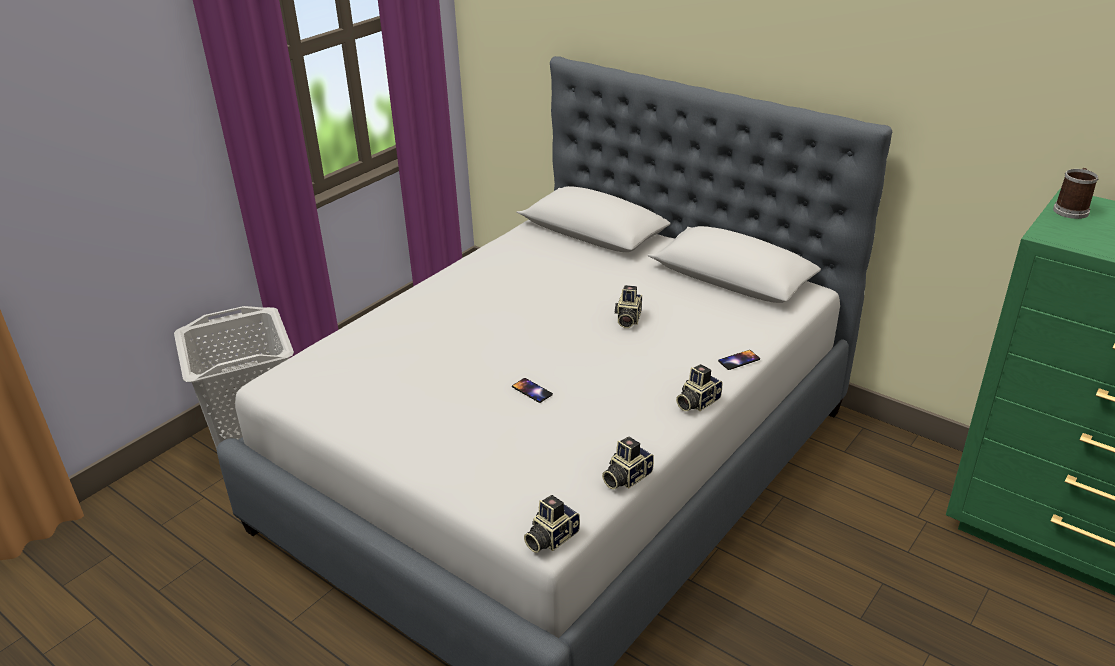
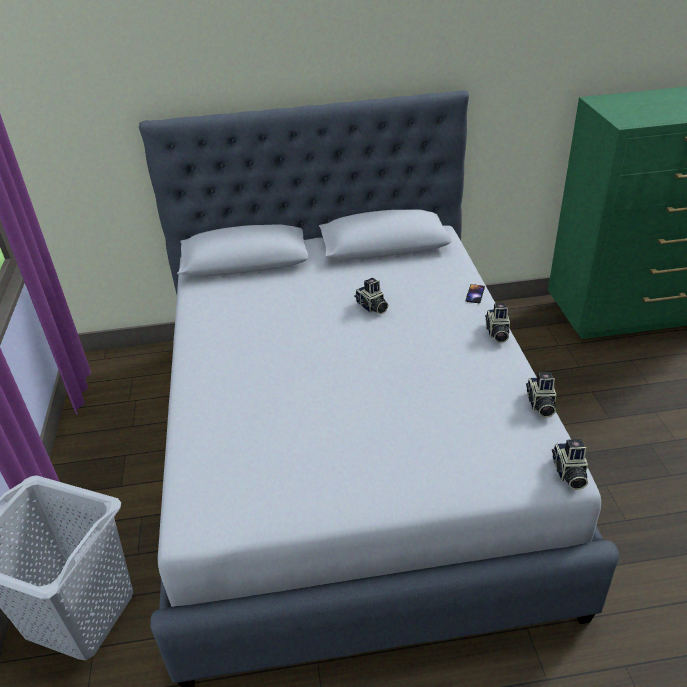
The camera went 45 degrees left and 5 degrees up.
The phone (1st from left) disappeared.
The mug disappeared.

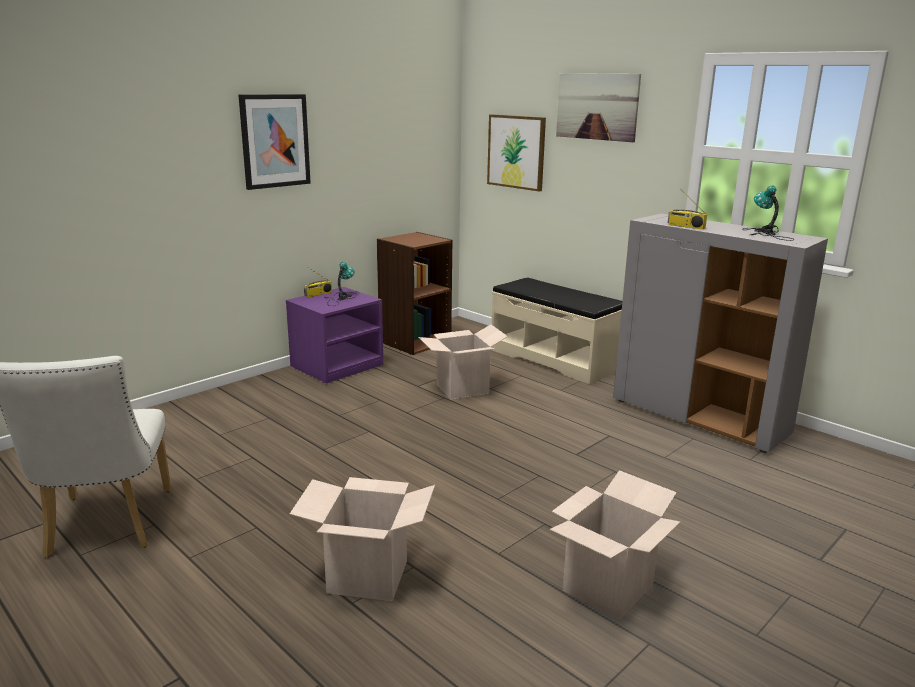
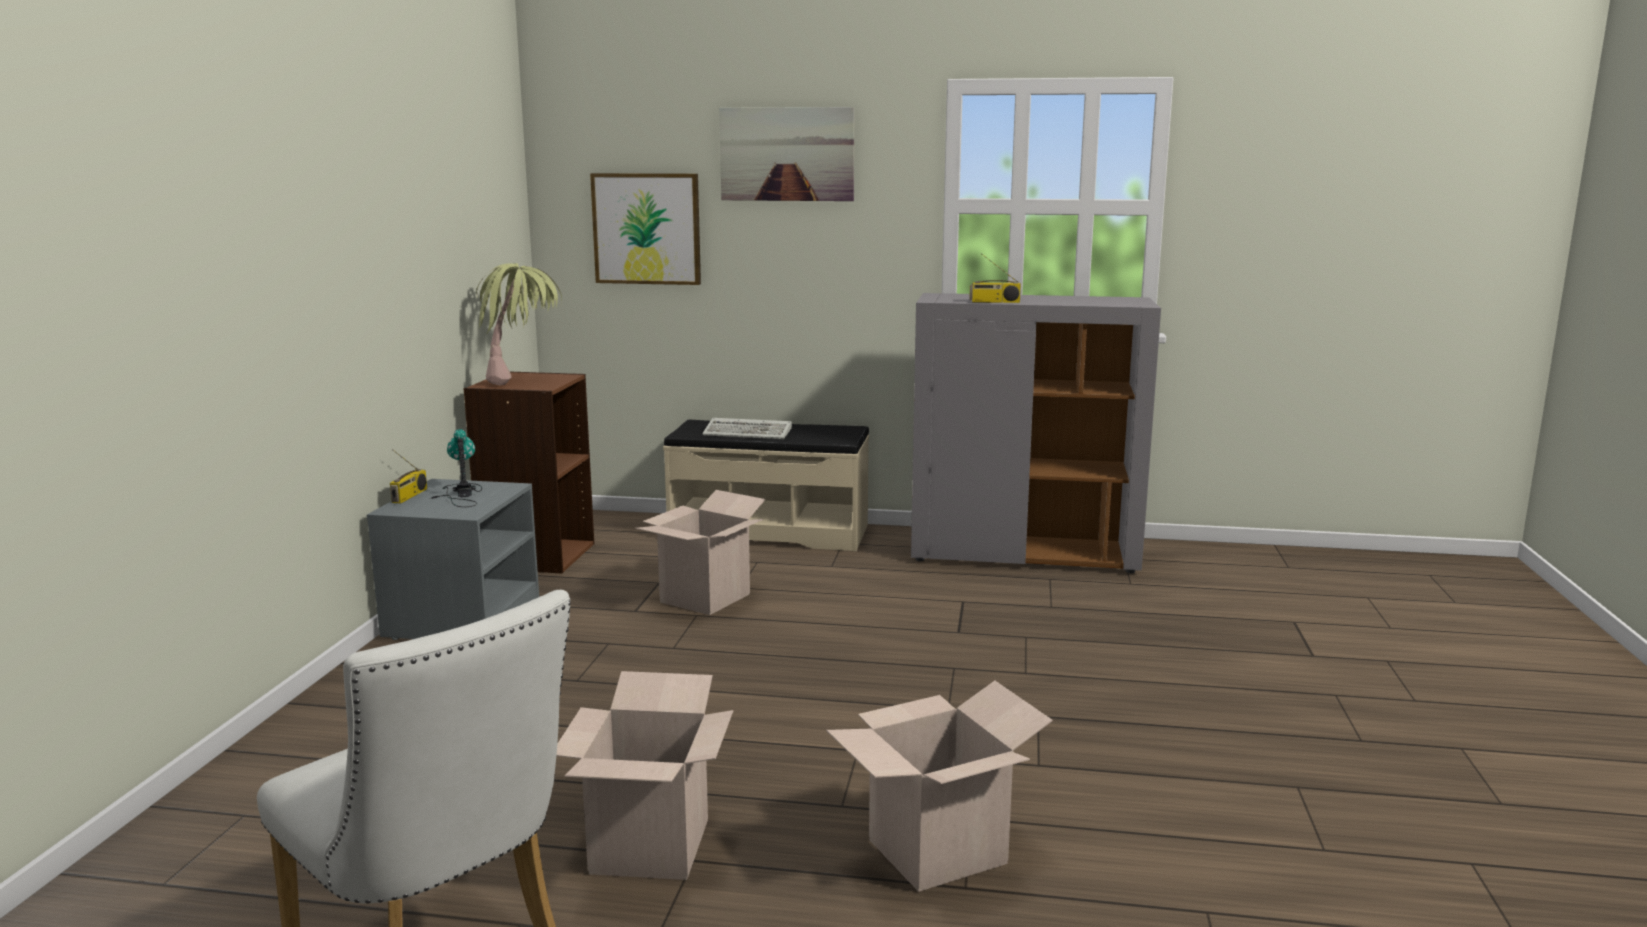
The camera went 35 degrees left and 5 degrees down.
The picture (1st from left) disappeared.
The nightstand in purple became the nightstand in grey.
The cardboard box (3rd from left in the first image) moved.
The table lamp (2nd from left) disappeared.
The potted plant appeared.
The keyboard appeared.

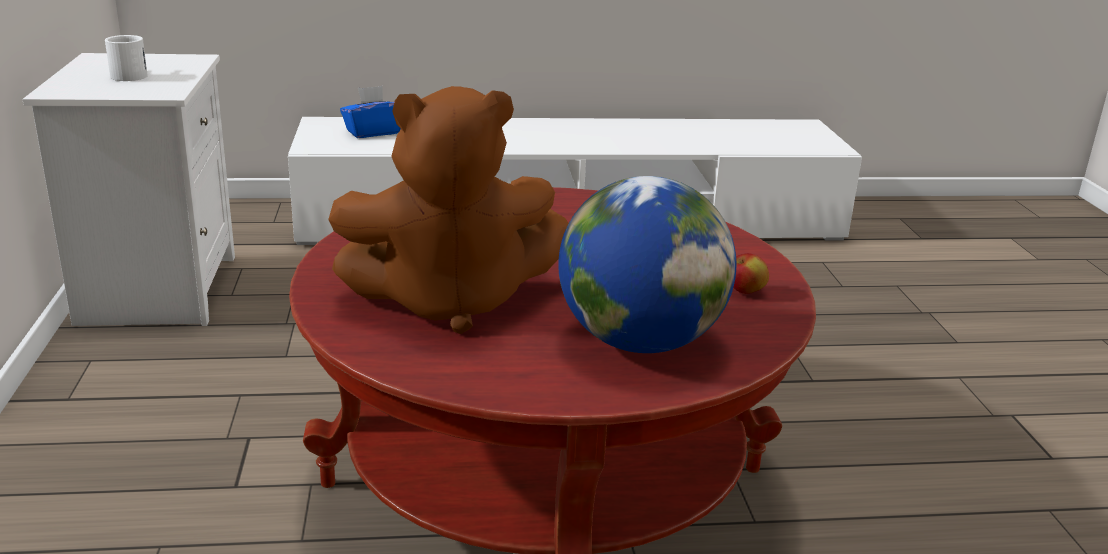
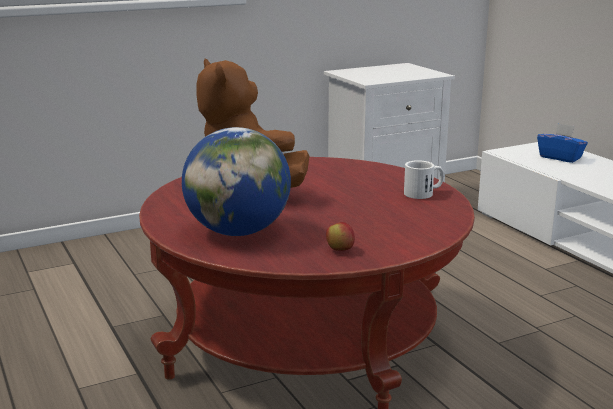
The camera went 70 degrees right and 5 degrees down.
The mug in white moved.

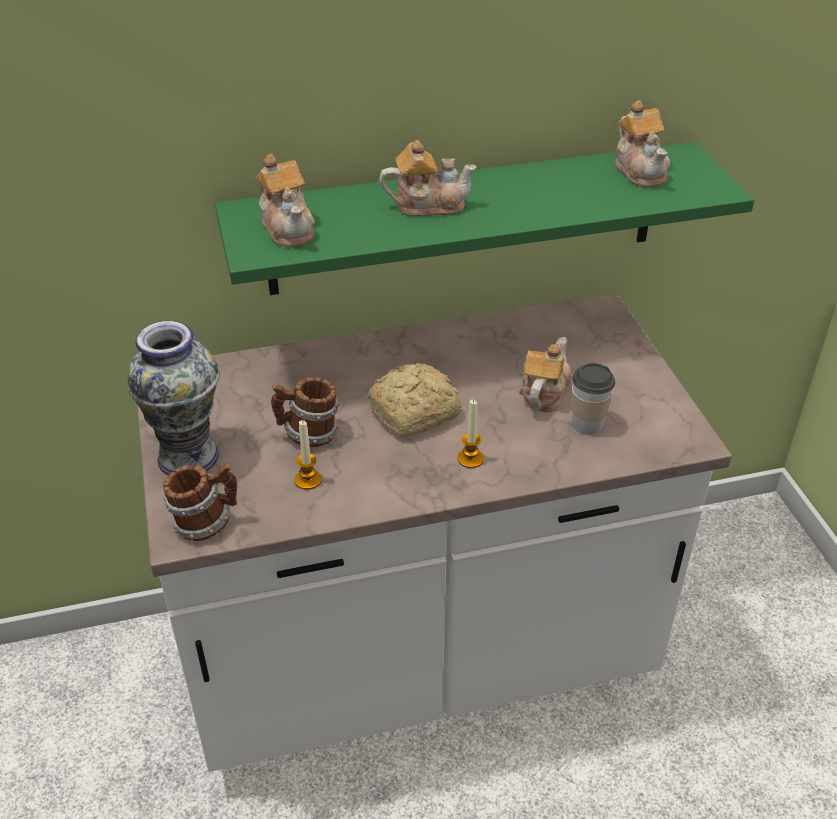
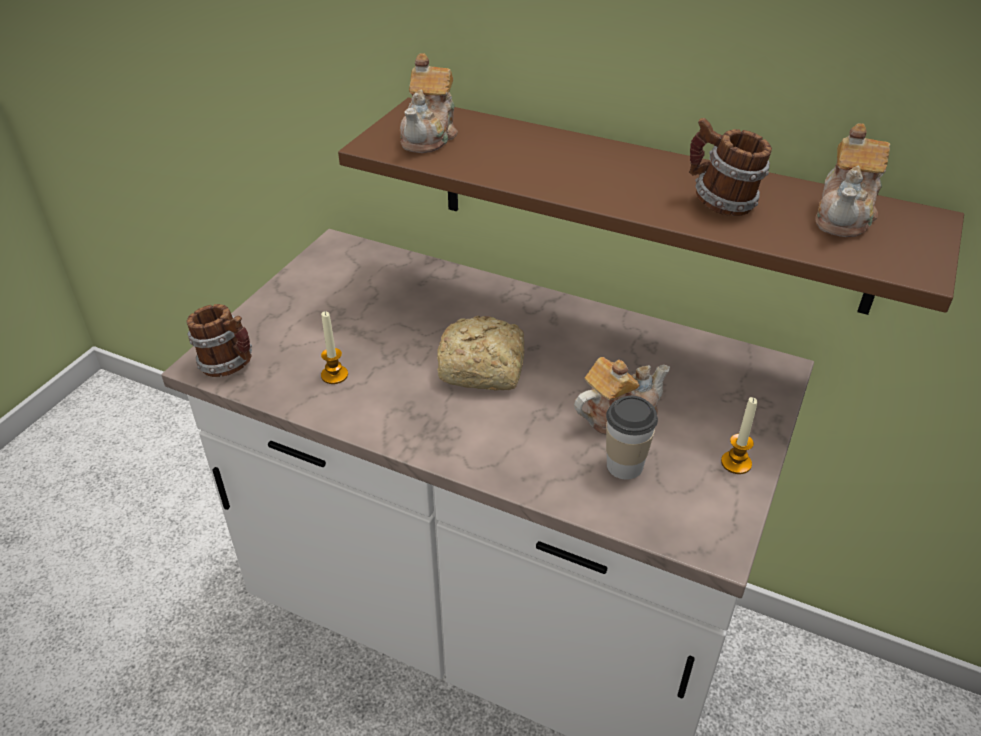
The camera went 40 degrees right and 0 degrees up.
The vase disappeared.
The shelf in green became the shelf in brown.
The mug (2nd from left) moved.
The teapot (2nd from left) disappeared.
The candle (2nd from left) moved.

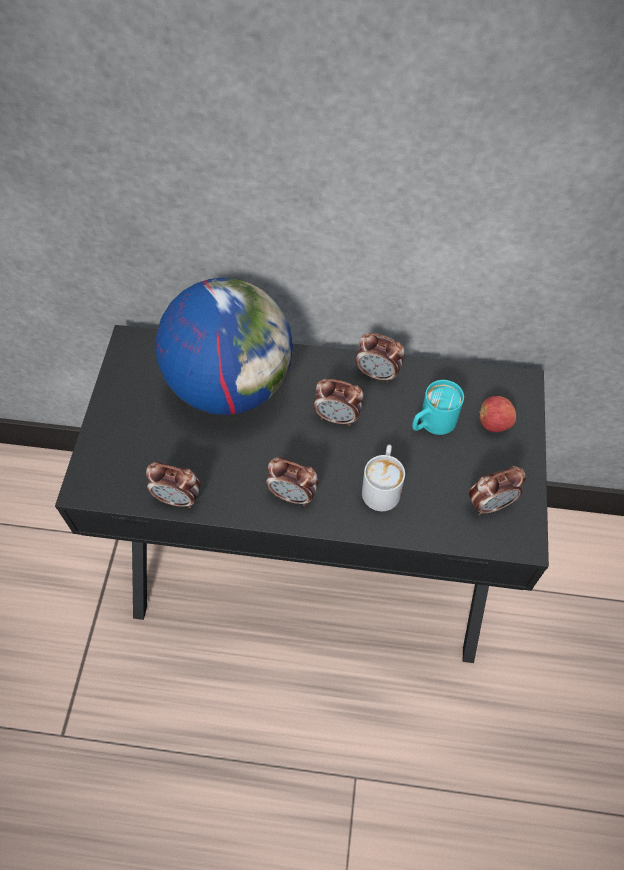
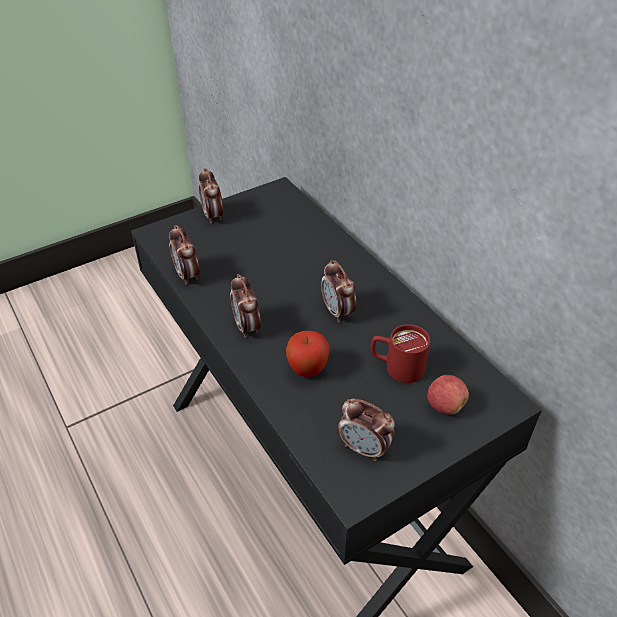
The camera went 50 degrees right and 15 degrees down.
The globe disappeared.
The alarm clock (4th from left in the first image) moved.
The mug in white was replaced by the apple (1st from left).
The mug in turquoise became the mug in red.

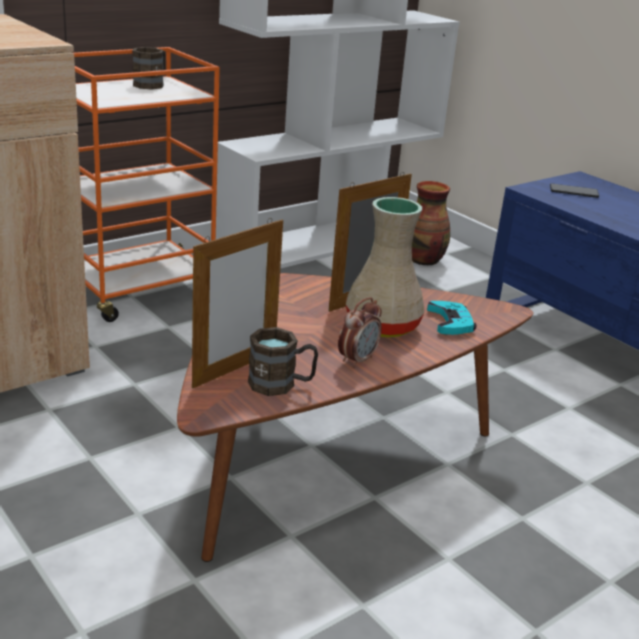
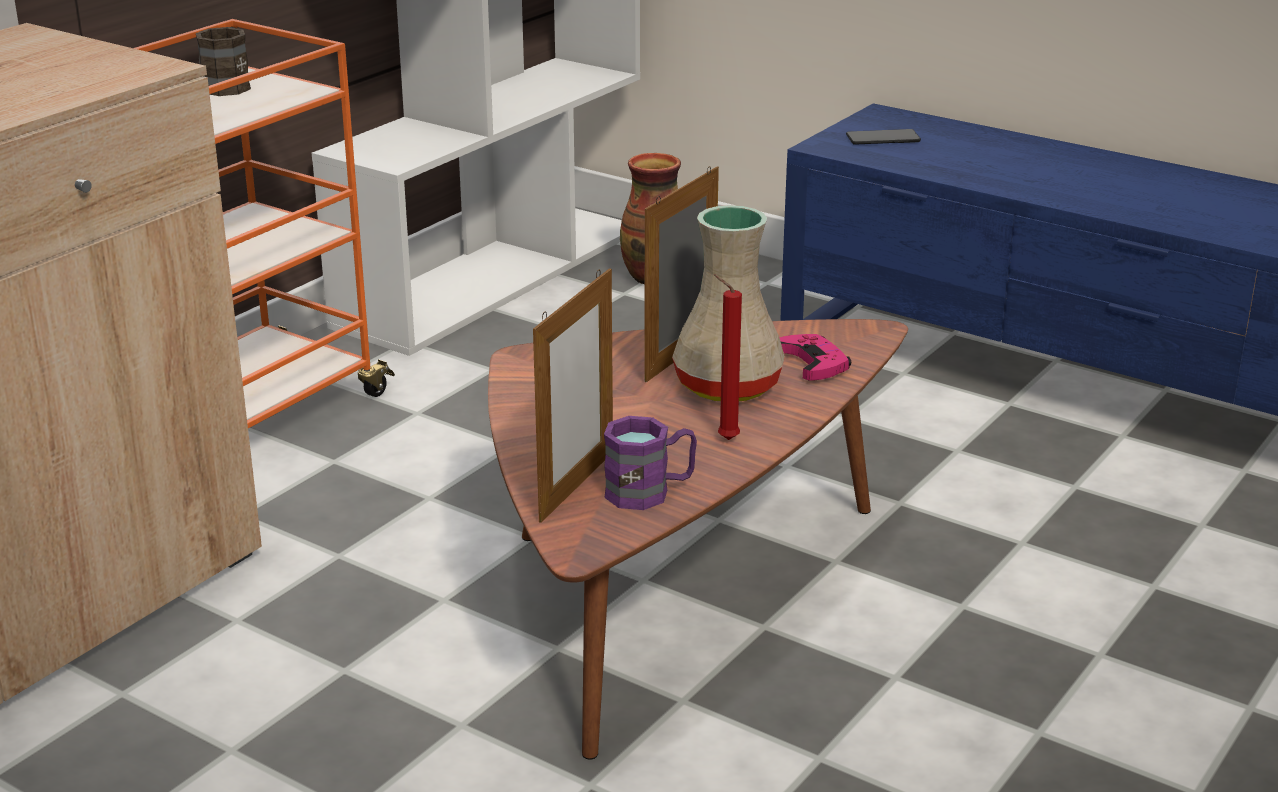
The camera went 15 degrees left and 0 degrees up.
The mug in brown (2nd from left) became the mug in purple.
The alarm clock was replaced by the candle in red.
The game controller in turquoise became the game controller in pink.

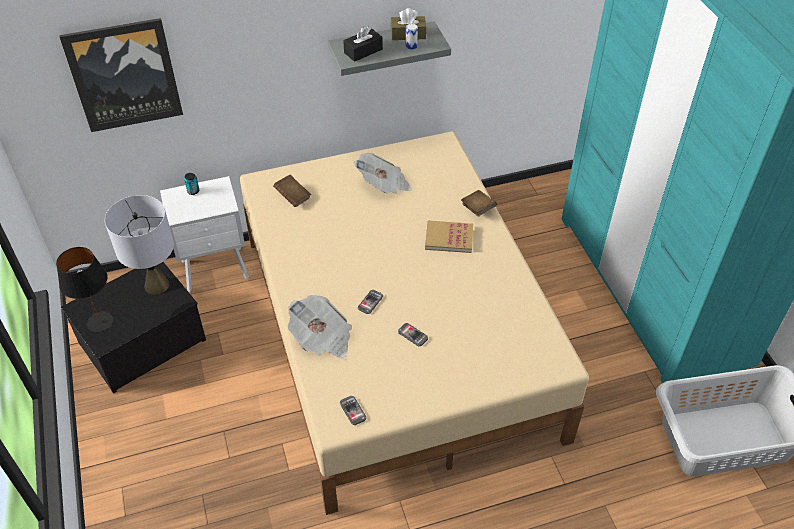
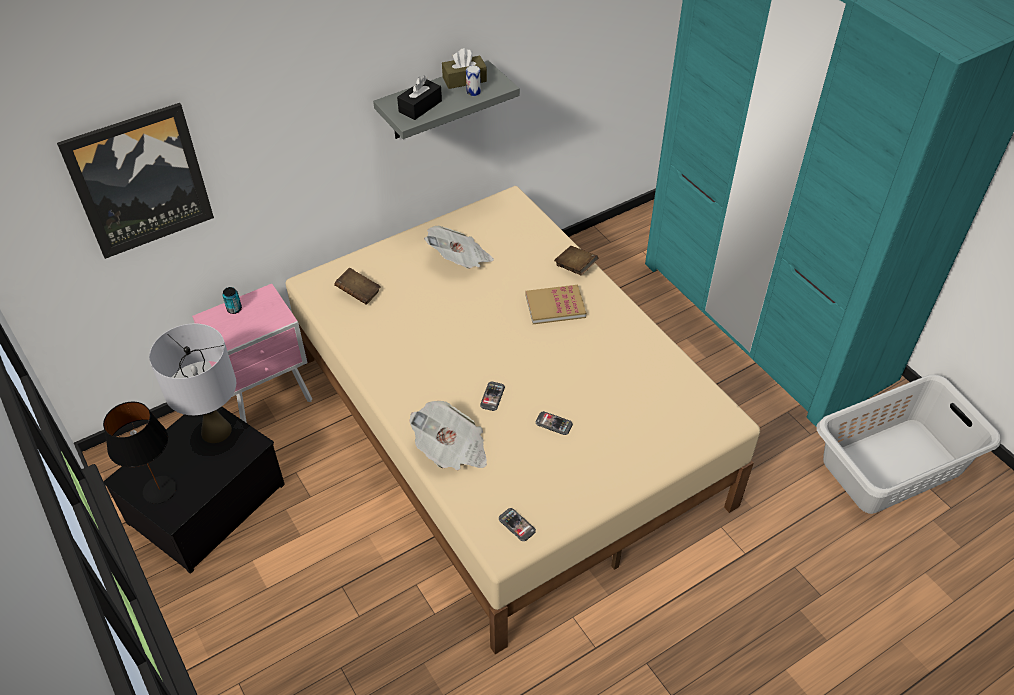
The camera went 15 degrees left and 0 degrees up.
The nightstand in white became the nightstand in pink.

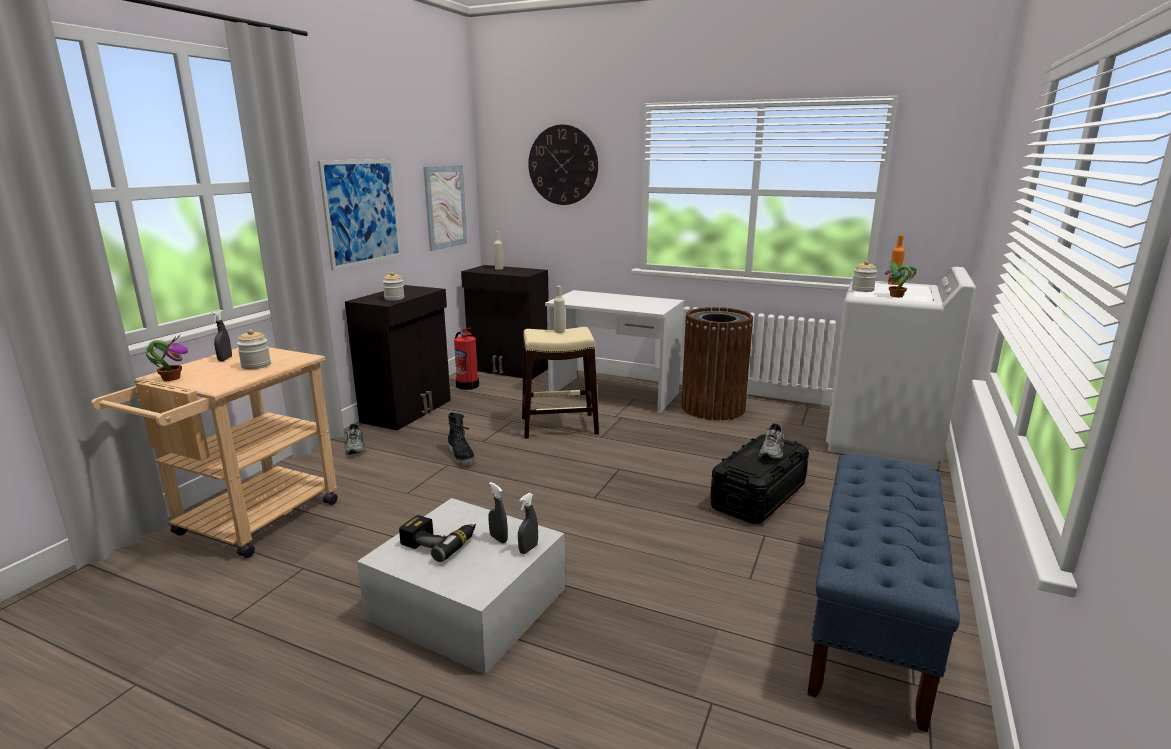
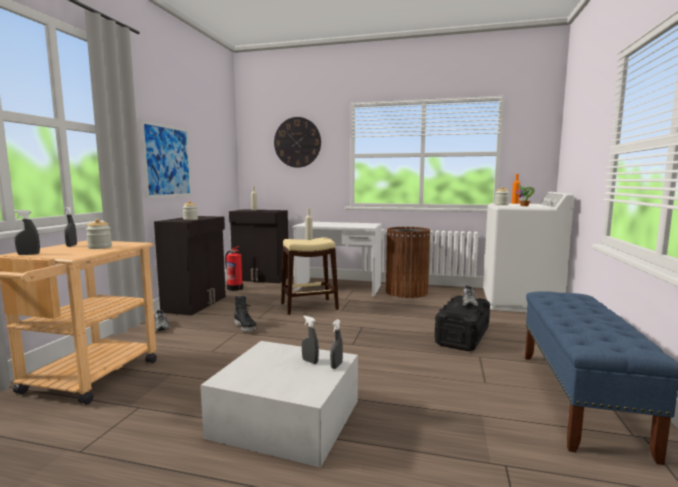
The camera went 10 degrees left and 10 degrees down.
The potted plant (1st from left) was replaced by the spray bottle in grey (1st from left).
The power drill disappeared.
The picture (2nd from left) disappeared.

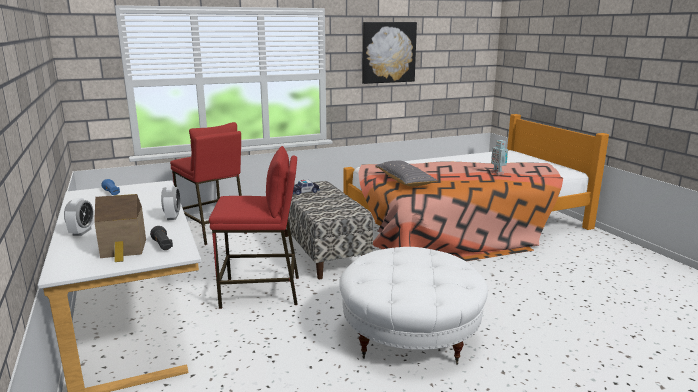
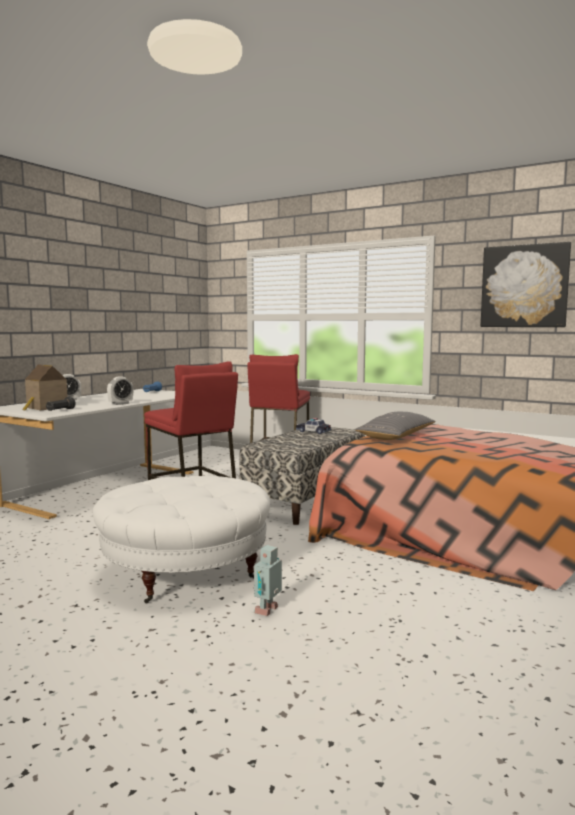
The camera went 55 degrees right and 10 degrees down.
The toy robot moved.

